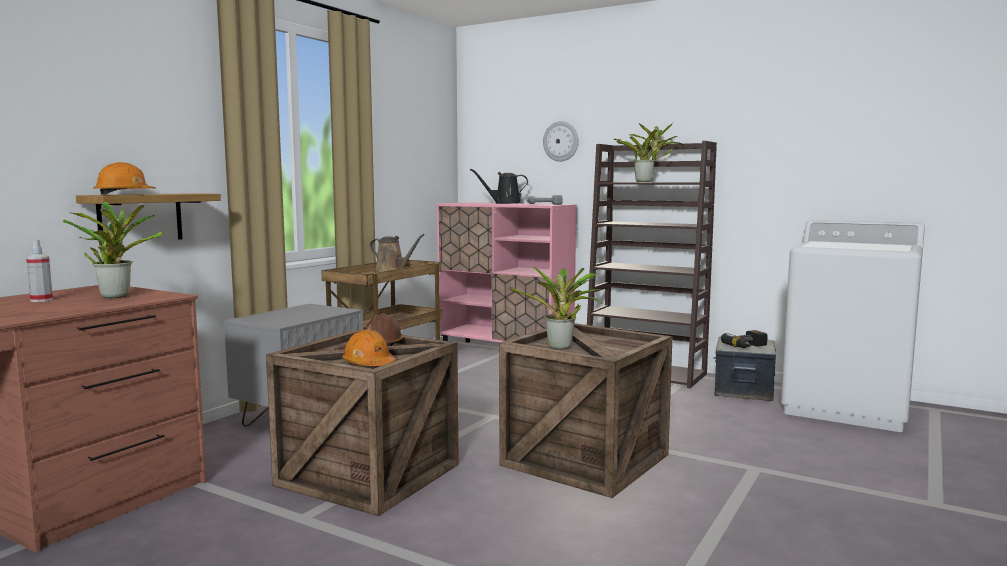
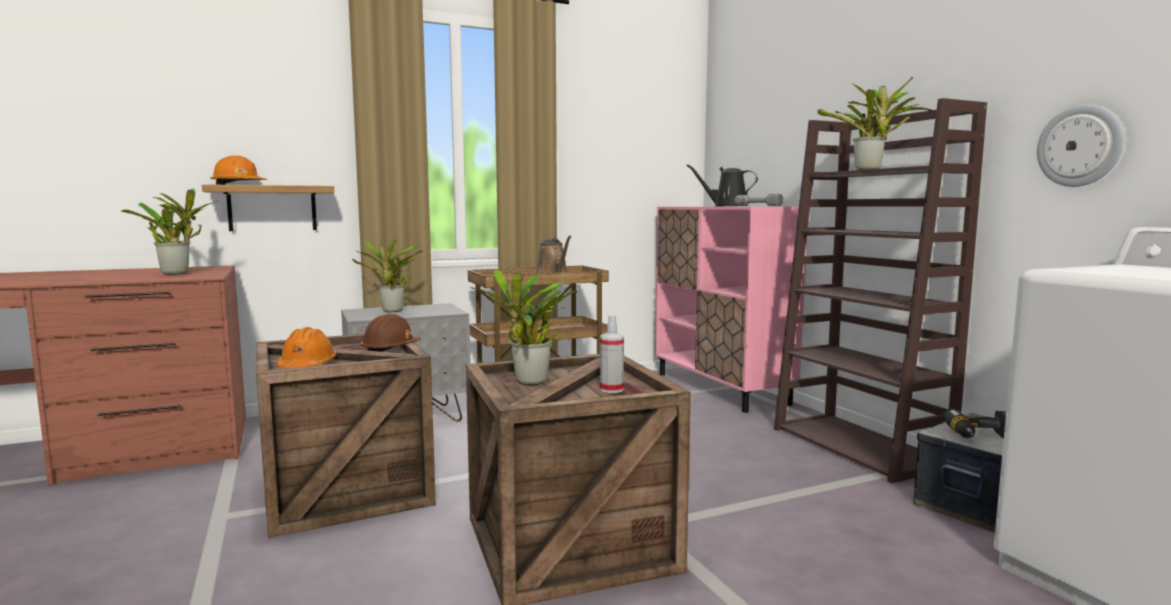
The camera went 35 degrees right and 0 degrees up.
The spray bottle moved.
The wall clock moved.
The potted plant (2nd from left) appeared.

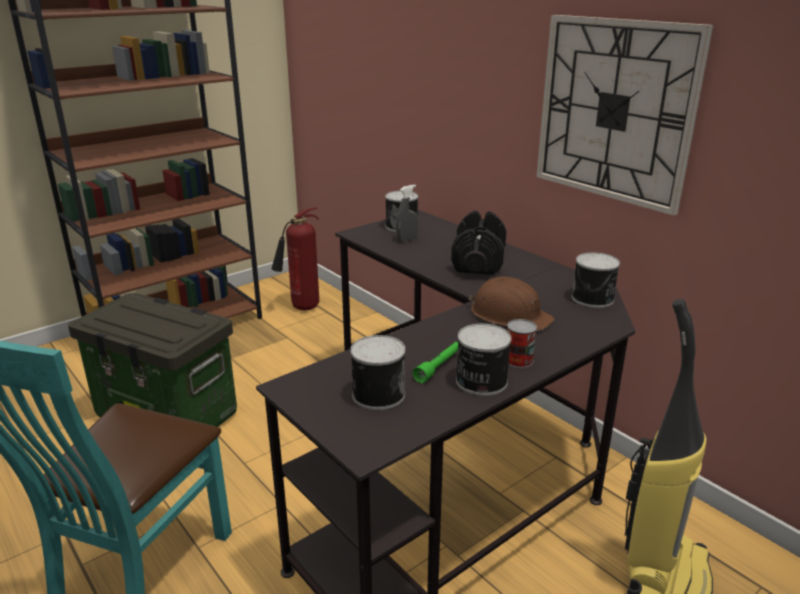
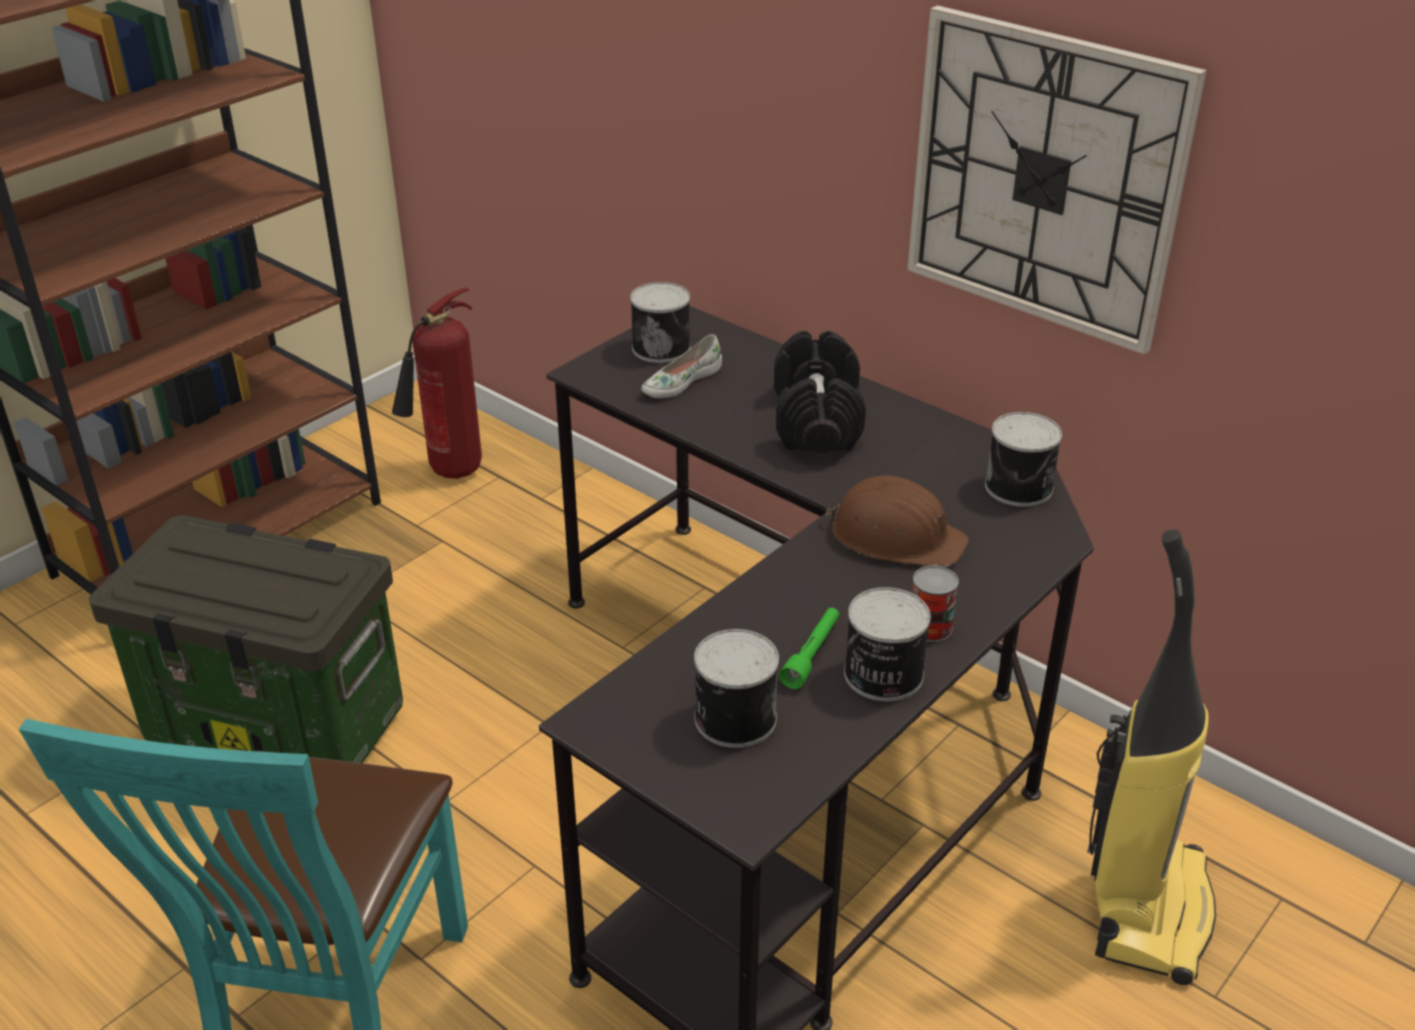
The camera went 10 degrees left and 10 degrees up.
The spray bottle in grey was replaced by the shoe in white.

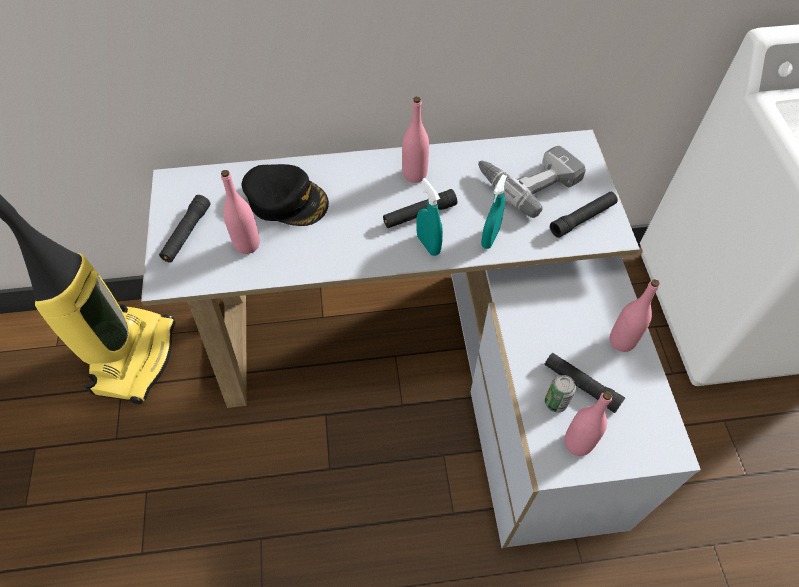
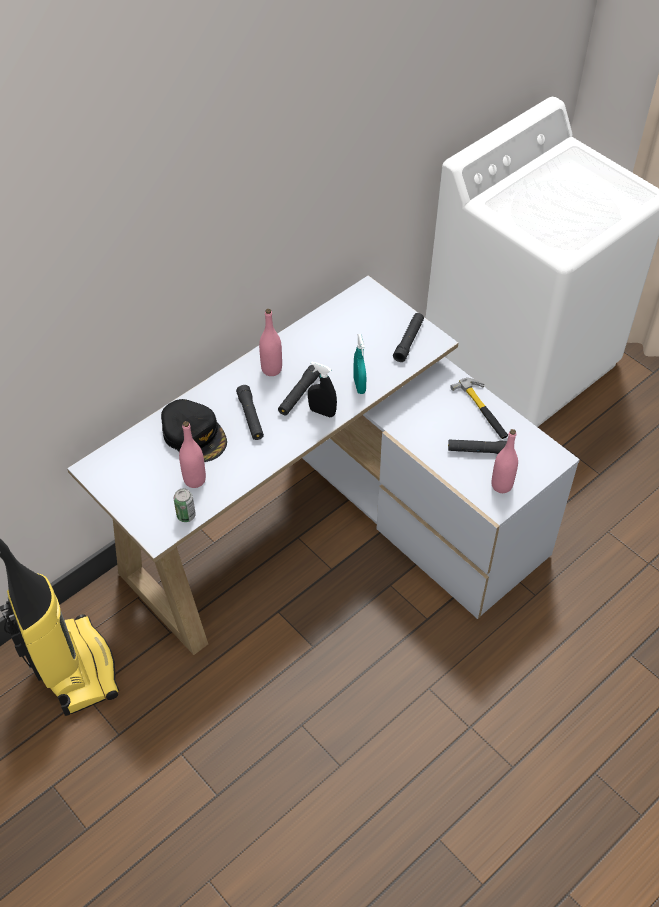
The camera went 35 degrees left and 5 degrees down.
The flashlight in black (1st from left) moved.
The cap in black turned 60 degrees clockwise.
The spray bottle in turquoise (1st from left) became the spray bottle in black.
The power drill disappeared.
The can moved.
The bottle in pink (4th from left) was replaced by the hammer.

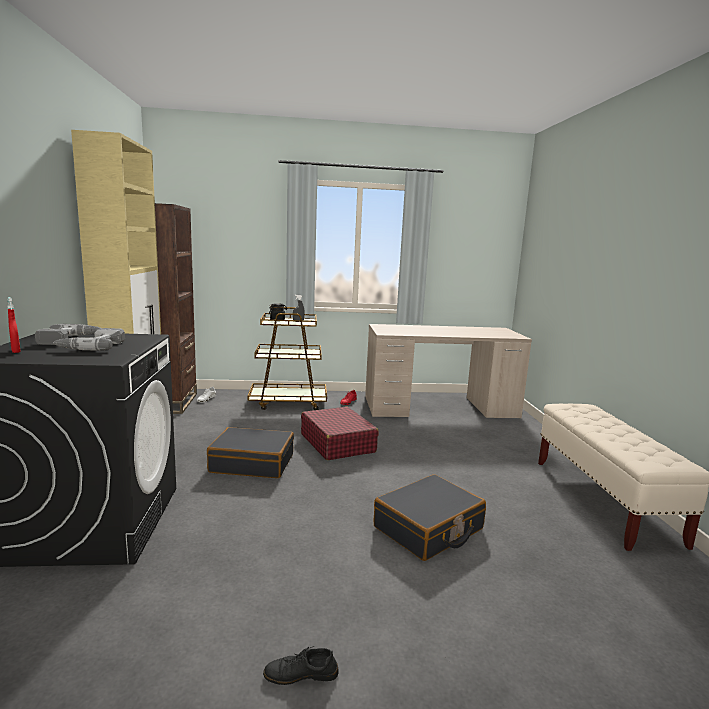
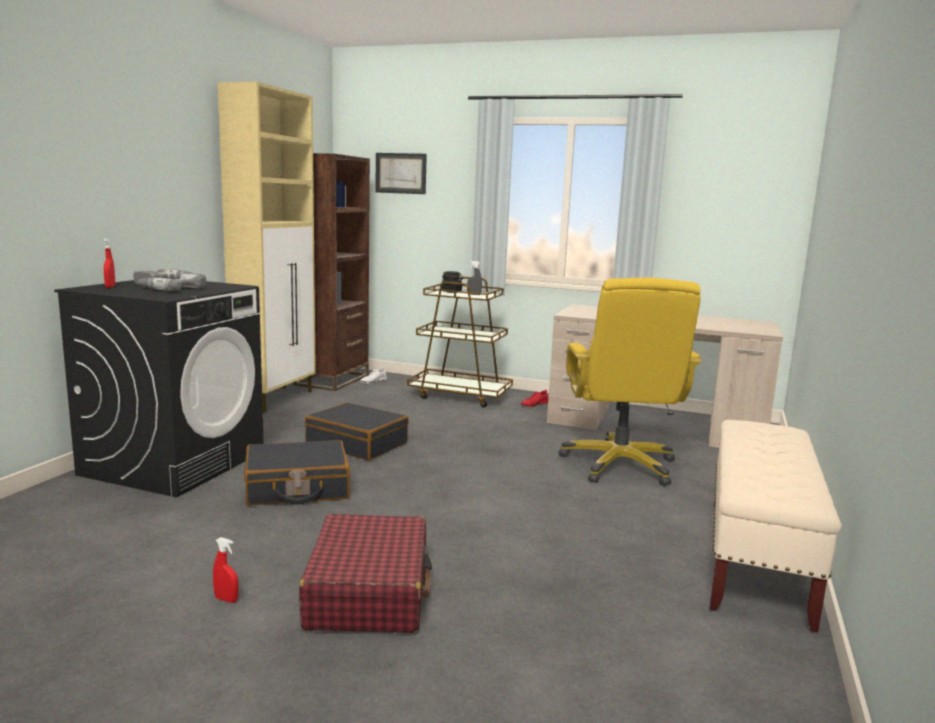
The camera went 25 degrees right and 0 degrees up.
The shoe in black was replaced by the spray bottle in red (2nd from left).
The suitcase in red moved.
The suitcase in black (2nd from left in the first image) moved.
The picture appeared.
The office chair in yellow appeared.

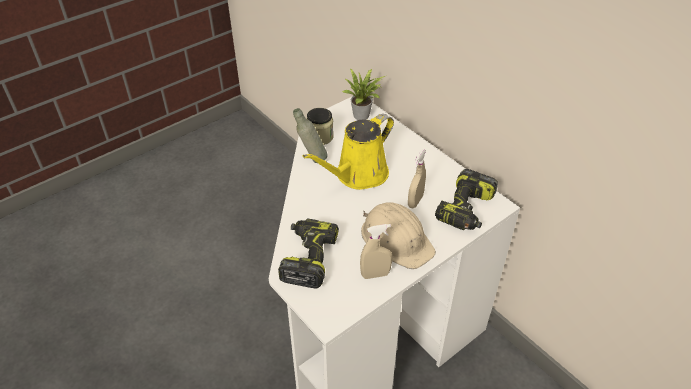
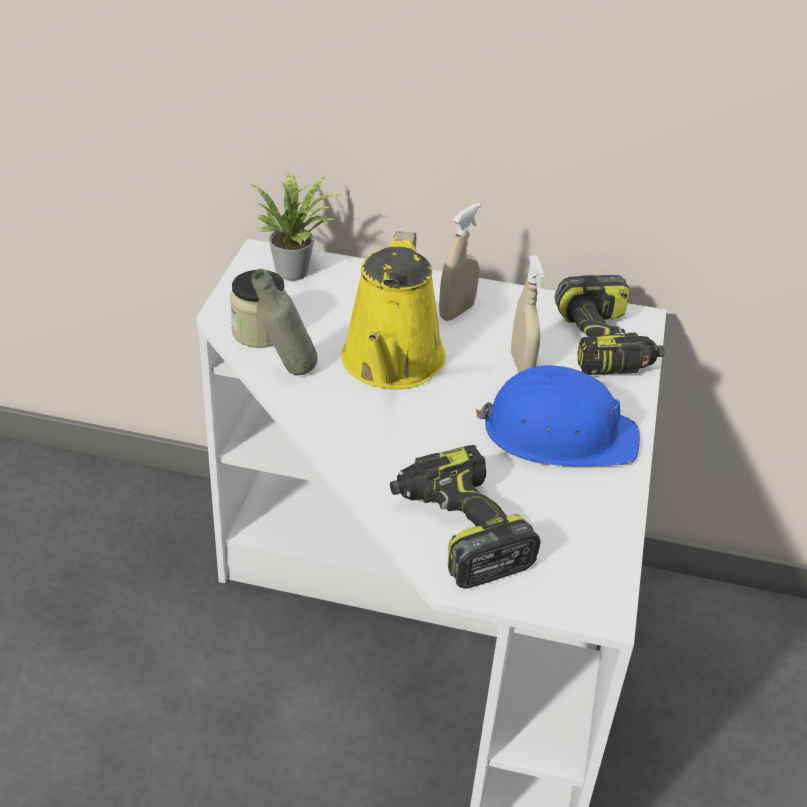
The camera went 40 degrees left and 5 degrees down.
The spray bottle in beige (1st from left) moved.
The hard hat in beige became the hard hat in blue.

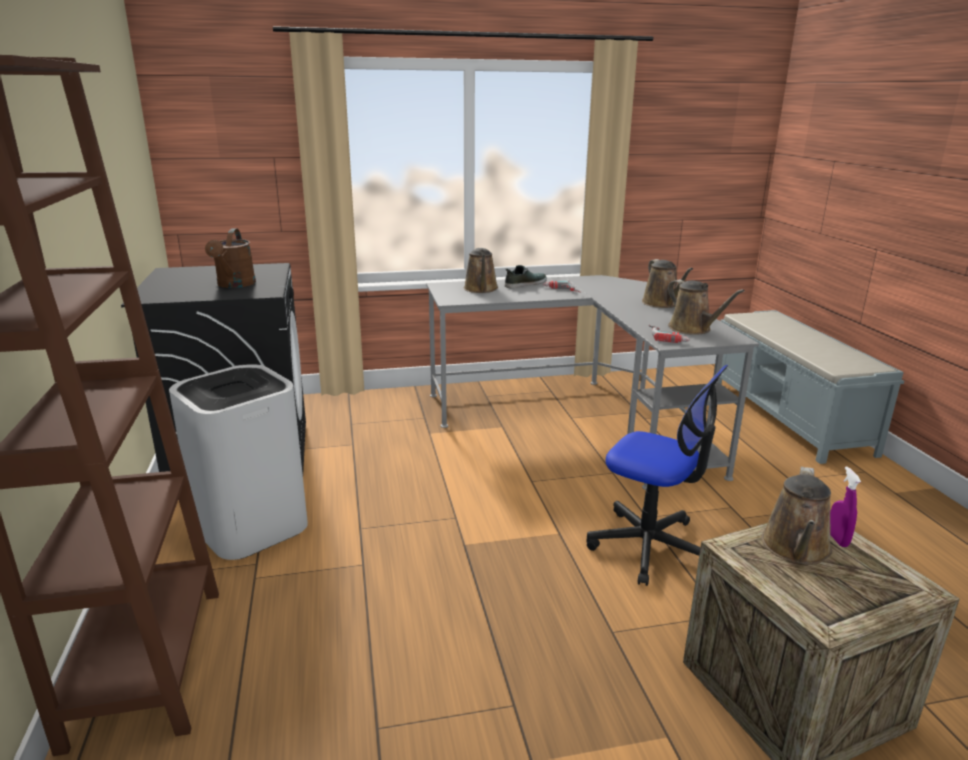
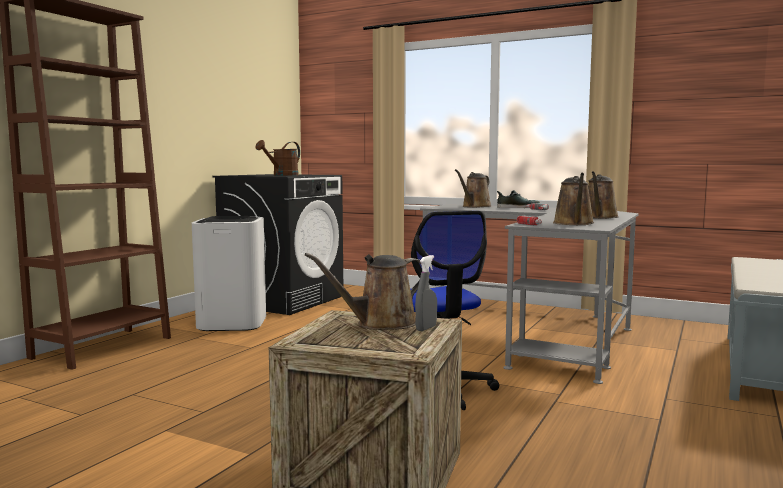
The camera went 40 degrees right and 15 degrees down.
The spray bottle in purple became the spray bottle in grey.

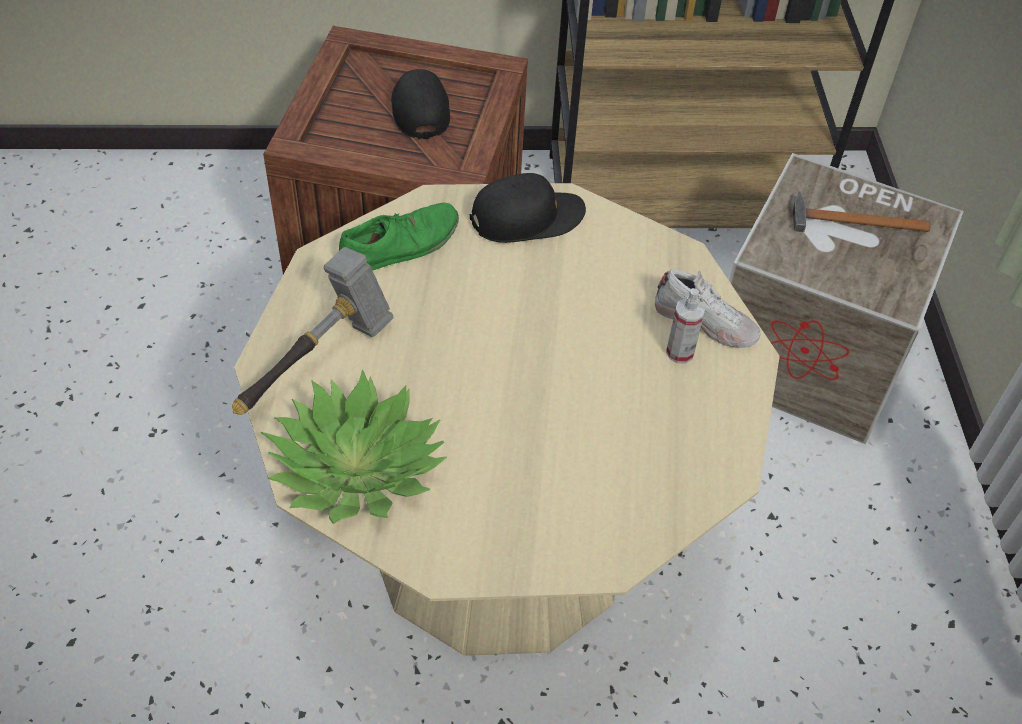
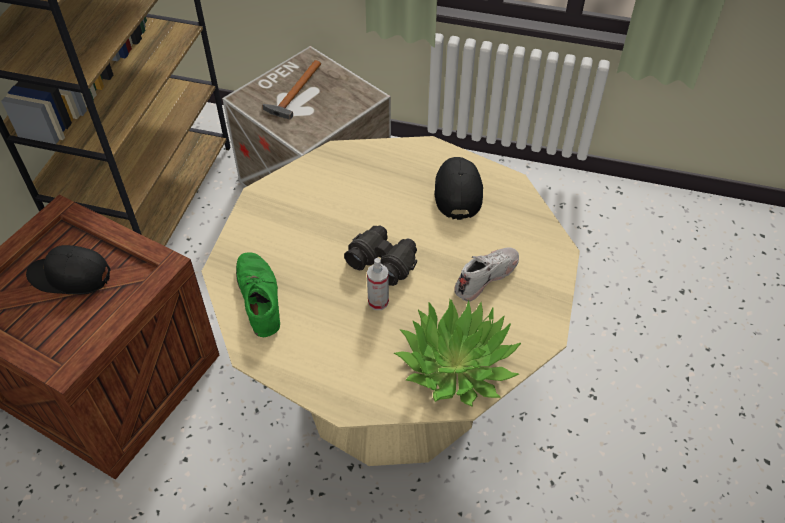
The camera went 70 degrees left and 0 degrees up.
The hammer (1st from left) disappeared.
The cap in black (2nd from left) moved.
The shoe in white moved.
The spray bottle moved.
The binoculars in black appeared.

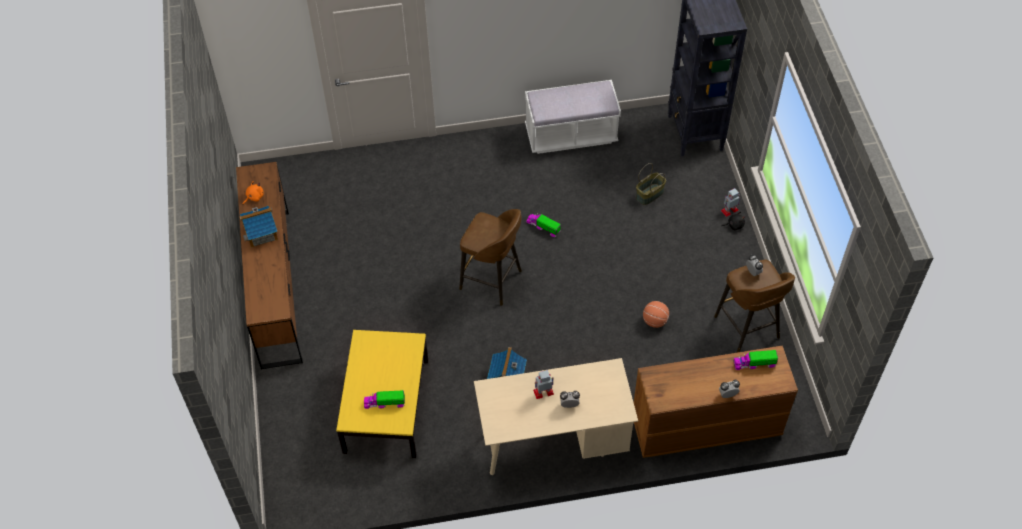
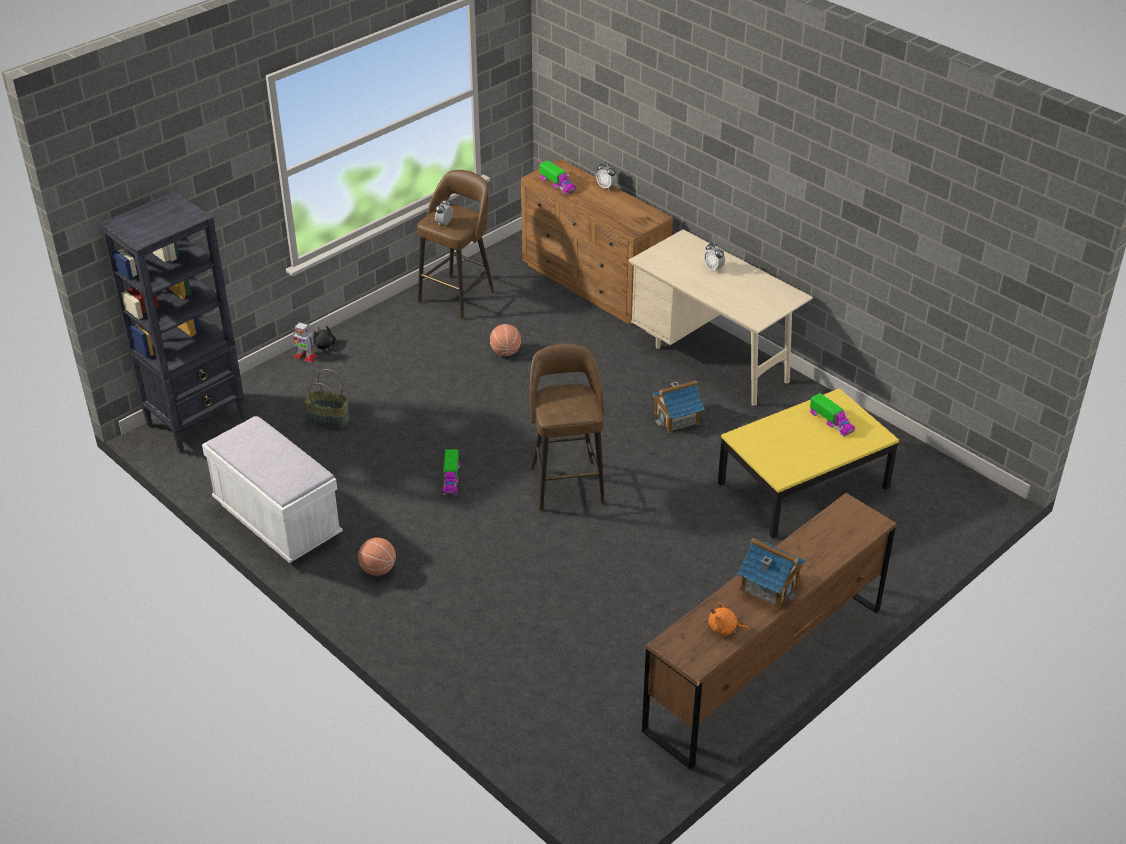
The camera went 125 degrees left and 15 degrees down.
The toy robot (1st from left) disappeared.
The basketball (1st from left) appeared.

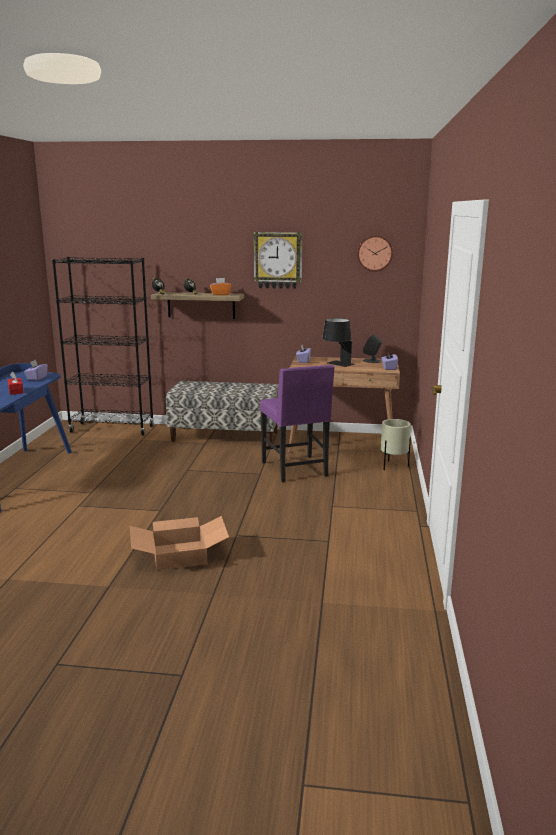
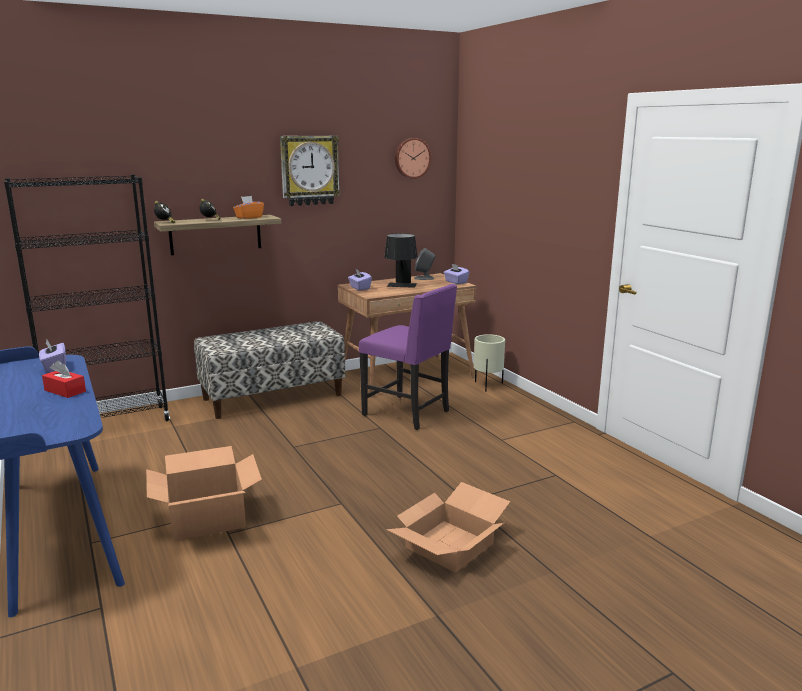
The camera went 35 degrees left and 0 degrees up.
The cardboard box (1st from left) appeared.

